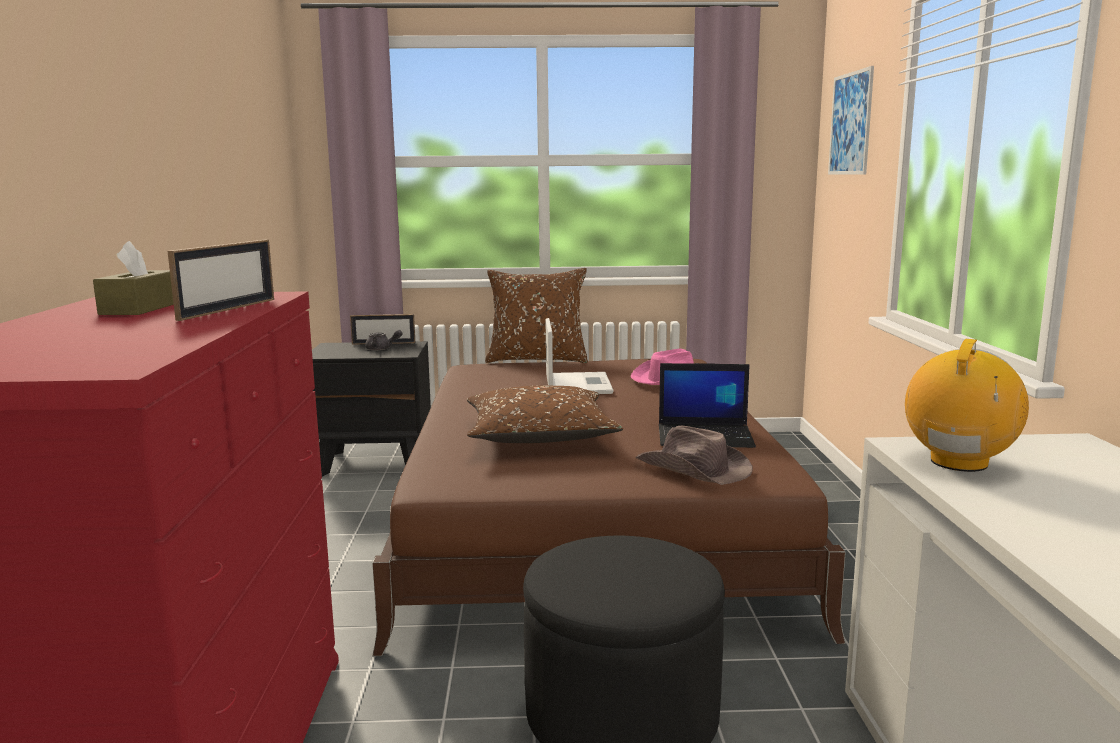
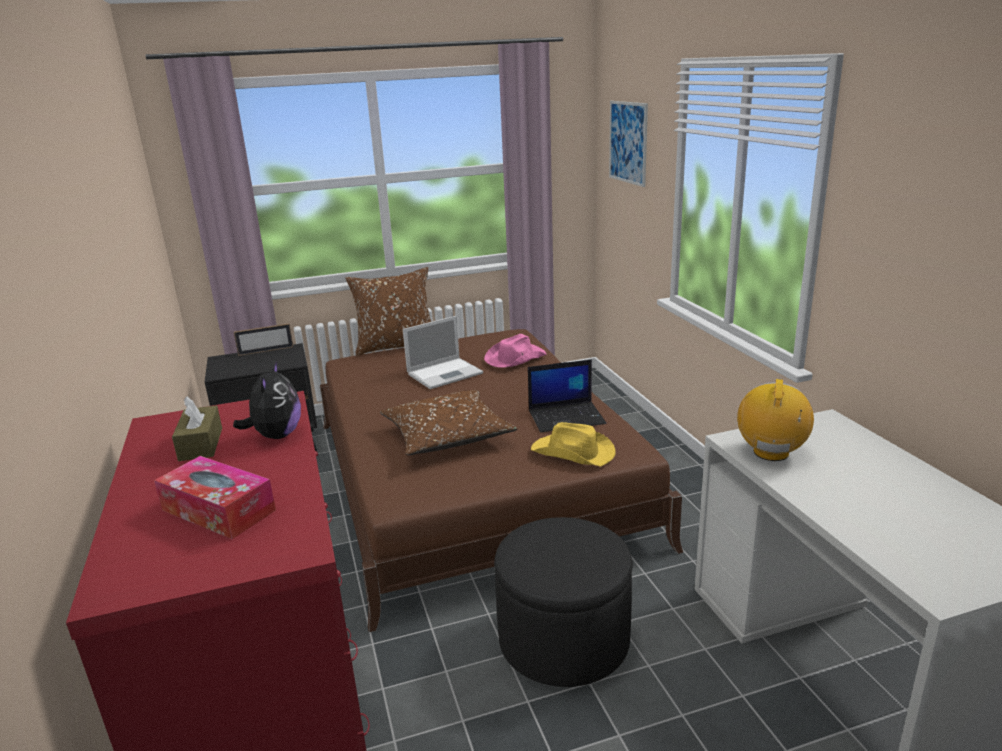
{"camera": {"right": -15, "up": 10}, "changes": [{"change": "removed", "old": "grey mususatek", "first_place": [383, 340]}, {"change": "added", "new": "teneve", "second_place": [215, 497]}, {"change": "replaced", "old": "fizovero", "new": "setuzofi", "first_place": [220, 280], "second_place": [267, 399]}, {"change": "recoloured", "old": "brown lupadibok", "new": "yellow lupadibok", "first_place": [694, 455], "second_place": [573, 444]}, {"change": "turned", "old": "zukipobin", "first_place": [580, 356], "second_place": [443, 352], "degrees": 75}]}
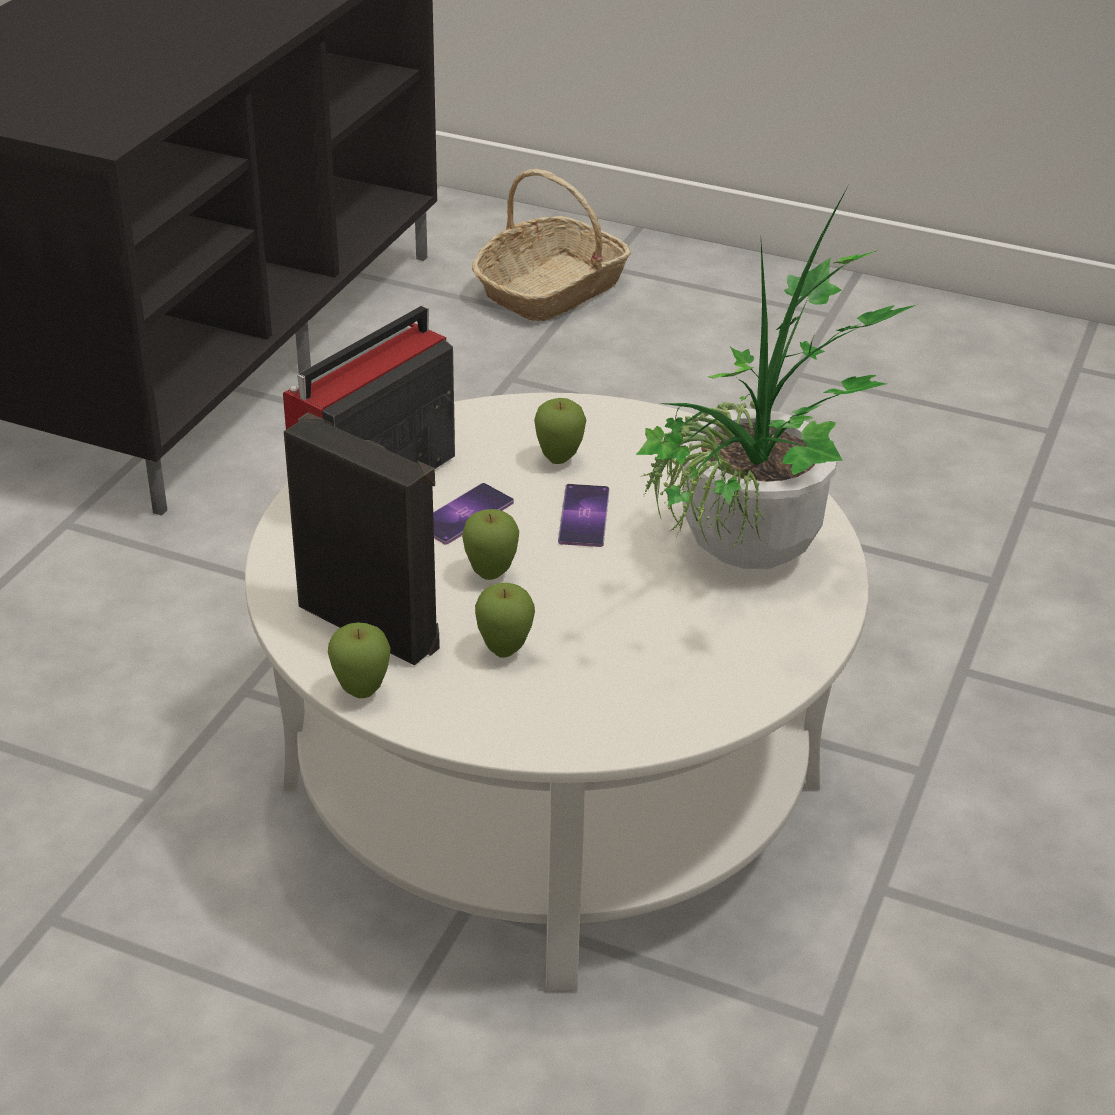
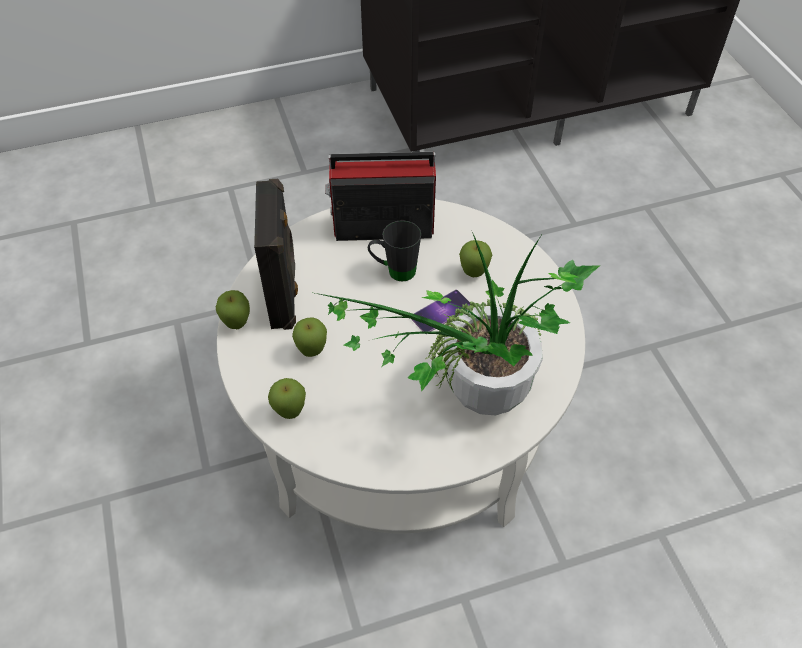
{"camera": {"right": 50, "up": 15}, "changes": [{"change": "removed", "old": "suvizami", "first_place": [551, 245]}, {"change": "moved", "old": "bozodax", "first_place": [490, 544], "second_place": [287, 398]}, {"change": "replaced", "old": "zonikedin", "new": "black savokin", "first_place": [473, 514], "second_place": [394, 251]}]}
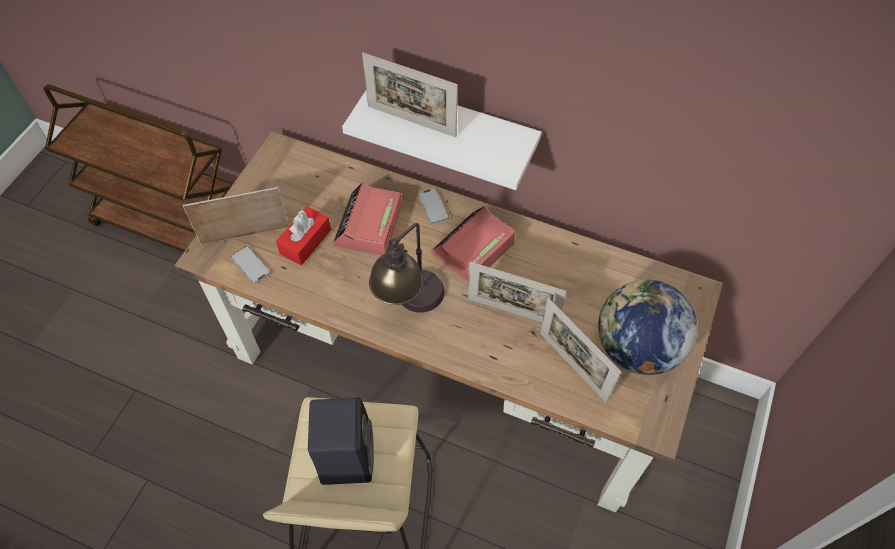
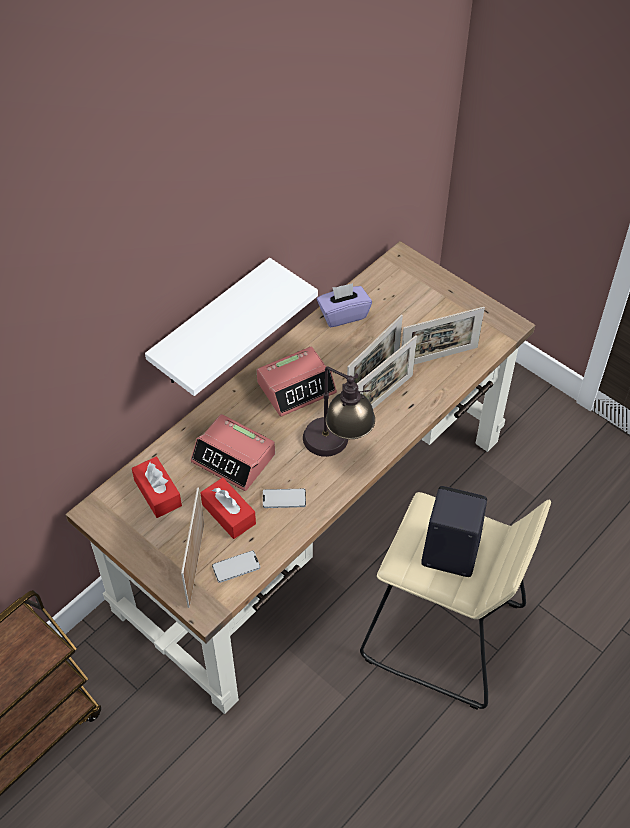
{"camera": {"right": -70, "up": -5}, "changes": [{"change": "removed", "old": "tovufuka", "first_place": [647, 327]}, {"change": "added", "new": "red teneve", "second_place": [157, 487]}, {"change": "added", "new": "purple teneve", "second_place": [344, 305]}, {"change": "moved", "old": "fizovero", "first_place": [410, 95], "second_place": [387, 372]}, {"change": "moved", "old": "zonikedin", "first_place": [433, 206], "second_place": [284, 498]}, {"change": "turned", "old": "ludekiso", "first_place": [473, 243], "second_place": [297, 382], "degrees": -90}]}
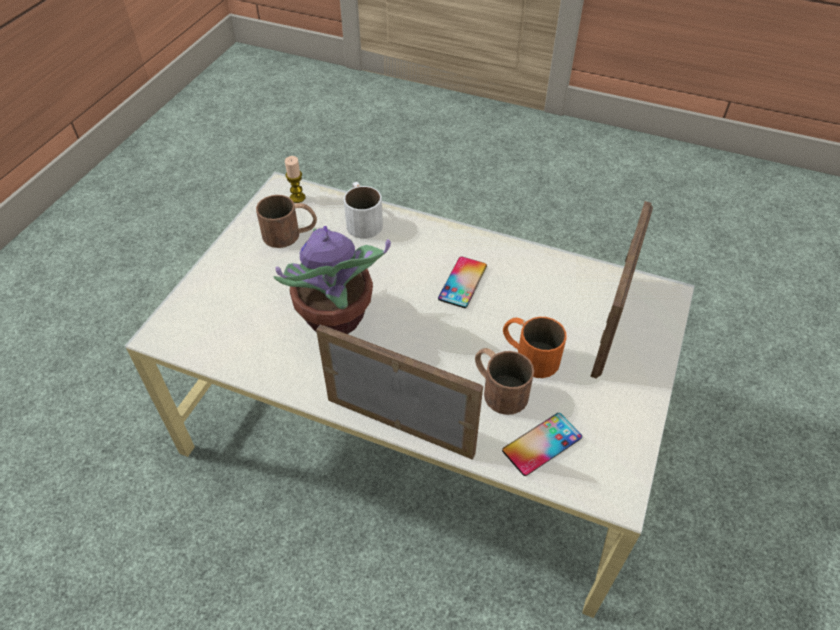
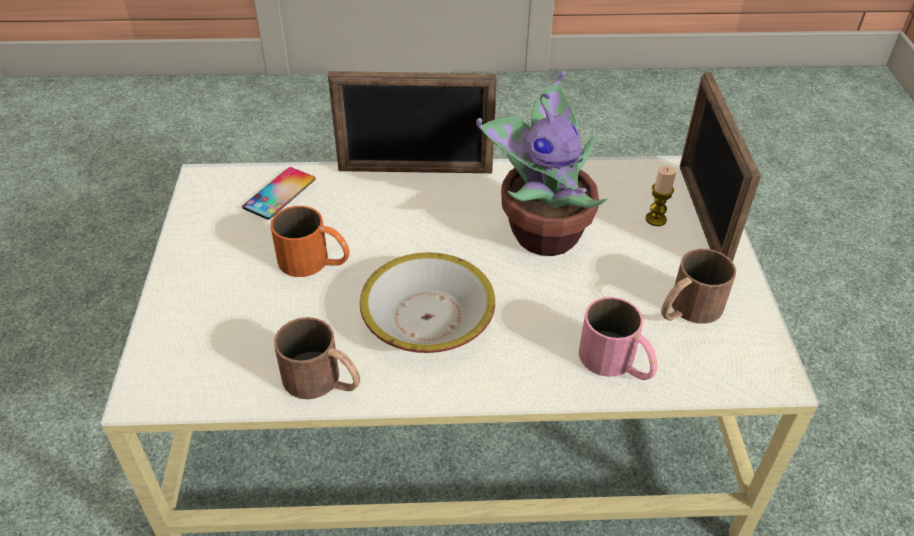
{"camera": {"right": 155, "up": -5}, "changes": [{"change": "moved", "old": "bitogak", "first_place": [295, 179], "second_place": [660, 196]}, {"change": "moved", "old": "brown savokin", "first_place": [504, 381], "second_place": [317, 358]}, {"change": "moved", "old": "fizovero", "first_place": [621, 290], "second_place": [720, 167]}, {"change": "replaced", "old": "zonikedin", "new": "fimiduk", "first_place": [462, 282], "second_place": [427, 302]}, {"change": "recoloured", "old": "white savokin", "new": "pink savokin", "first_place": [363, 210], "second_place": [618, 338]}]}
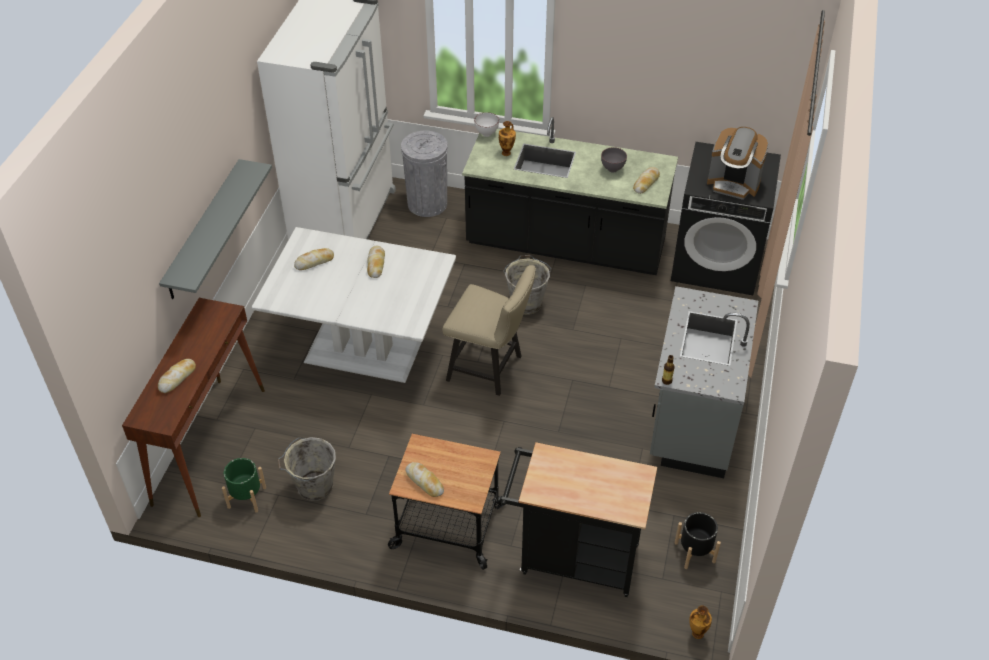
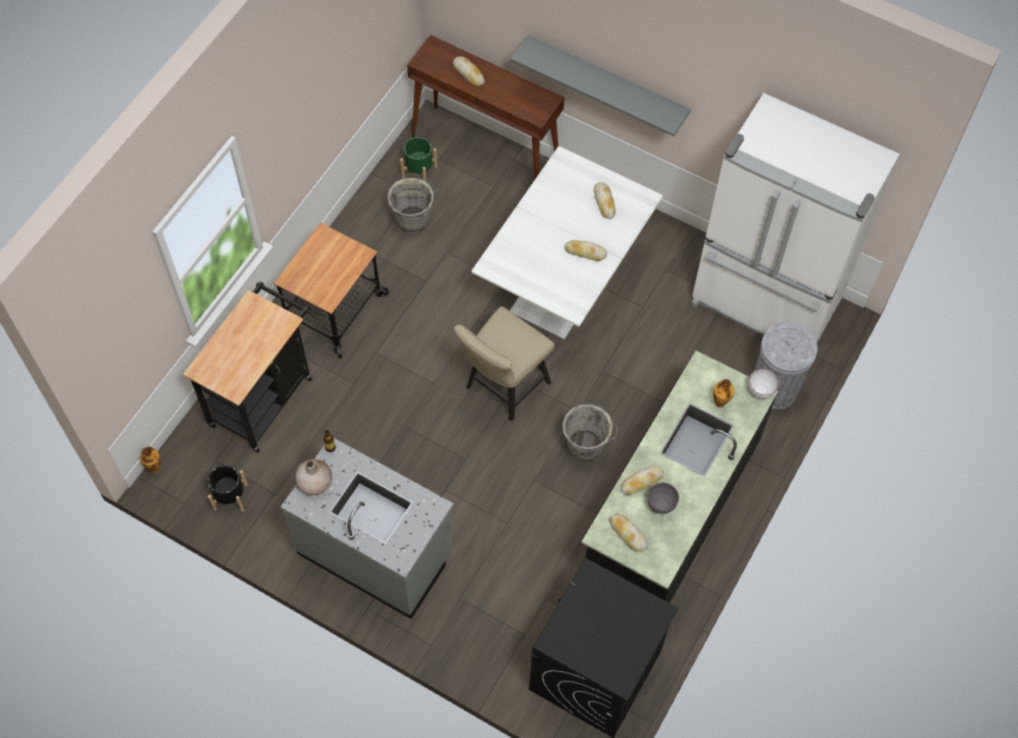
{"camera": {"right": 105, "up": 15}, "changes": [{"change": "removed", "old": "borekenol", "first_place": [738, 163]}, {"change": "added", "new": "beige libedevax", "second_place": [313, 477]}, {"change": "moved", "old": "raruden", "first_place": [425, 479], "second_place": [642, 480]}]}
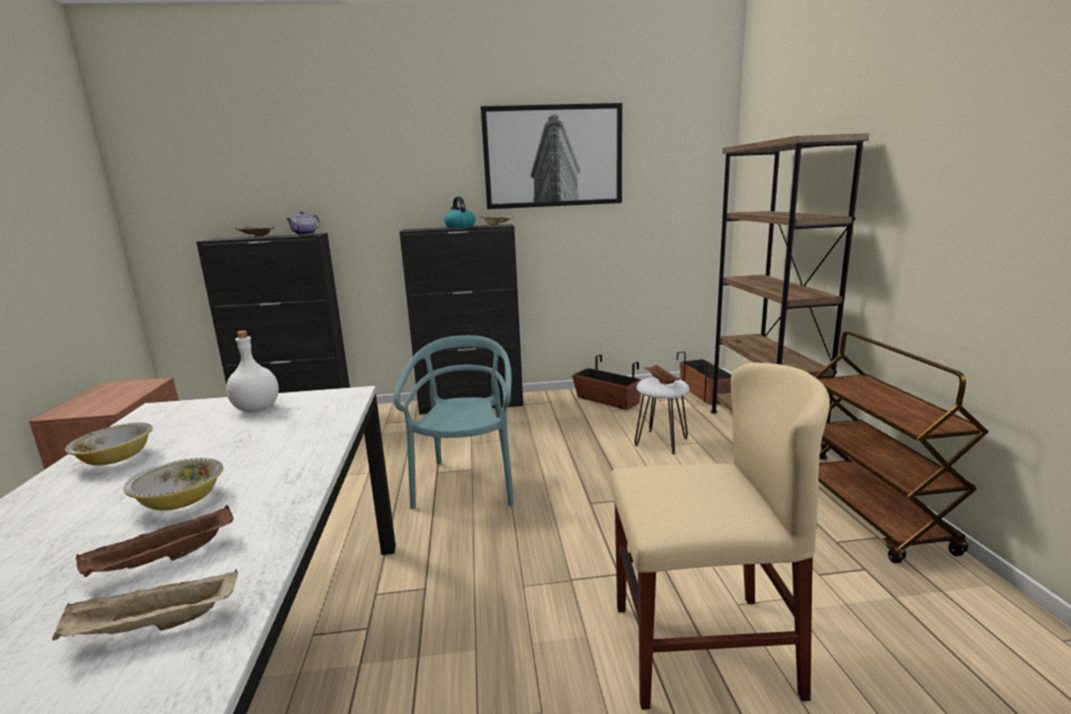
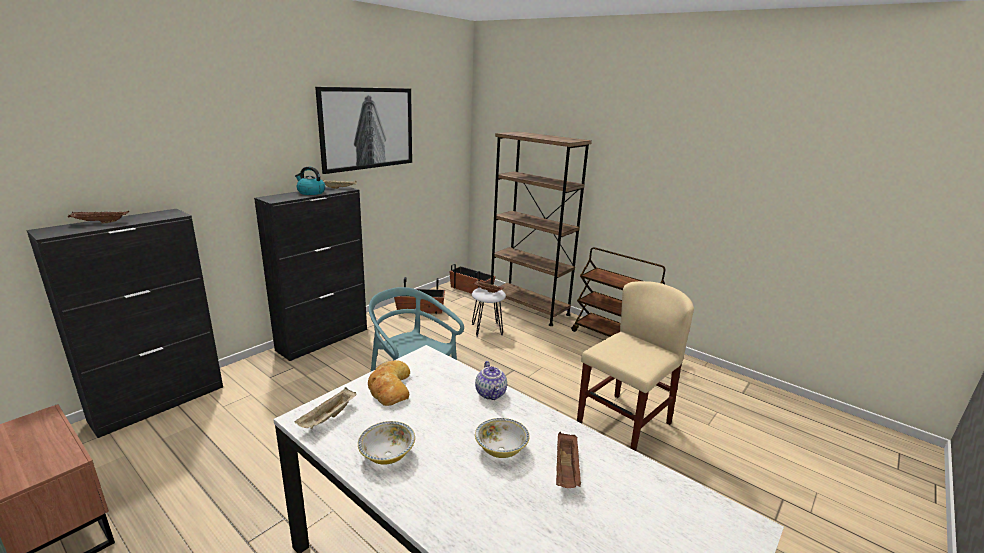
{"camera": {"right": -45, "up": 5}, "changes": [{"change": "moved", "old": "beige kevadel", "first_place": [145, 605], "second_place": [325, 408]}, {"change": "moved", "old": "mususatek", "first_place": [303, 223], "second_place": [491, 380]}, {"change": "replaced", "old": "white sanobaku", "new": "raruden", "first_place": [252, 371], "second_place": [389, 383]}]}
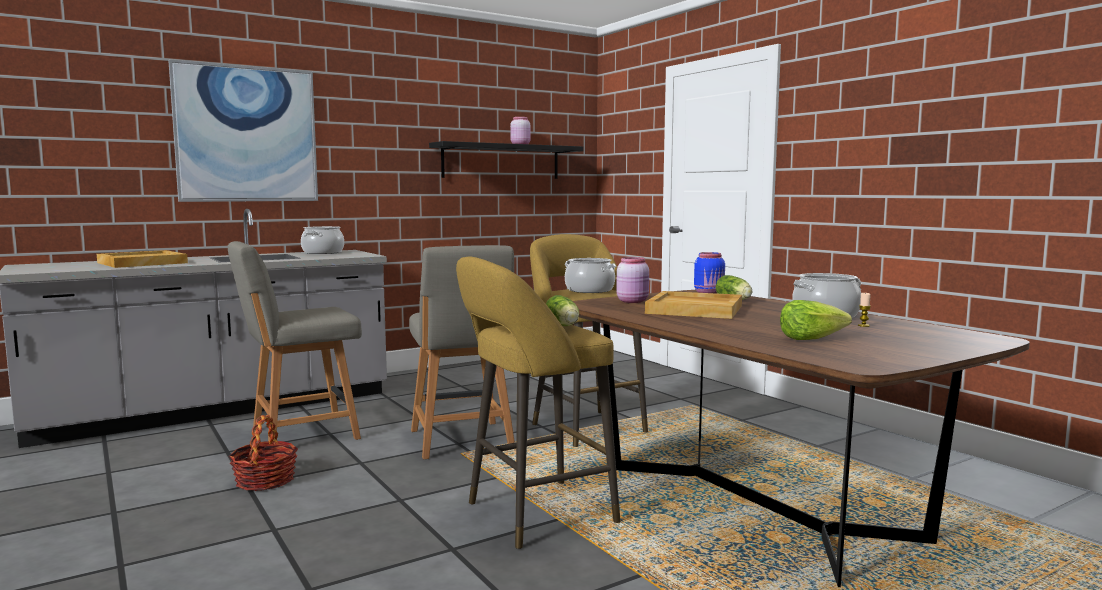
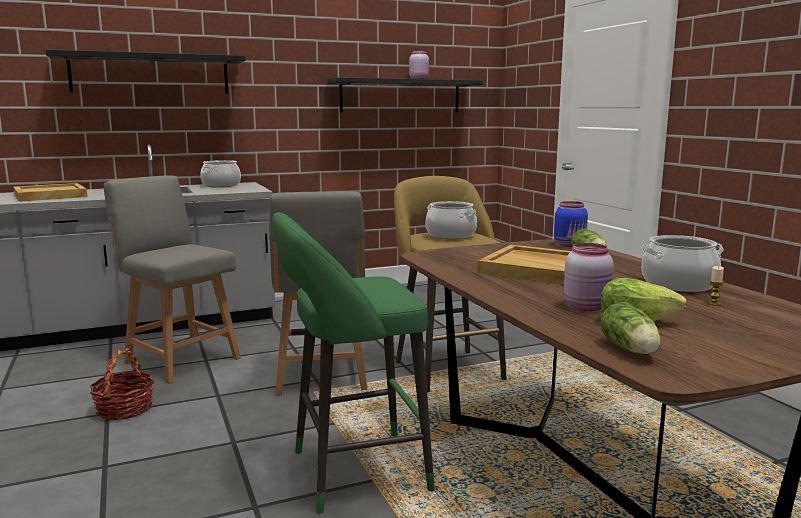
{"camera": {"right": 10, "up": 5}, "changes": [{"change": "moved", "old": "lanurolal", "first_place": [562, 310], "second_place": [631, 328]}, {"change": "moved", "old": "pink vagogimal", "first_place": [632, 280], "second_place": [588, 277]}, {"change": "replaced", "old": "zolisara", "new": "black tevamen", "first_place": [243, 131], "second_place": [146, 71]}, {"change": "recoloured", "old": "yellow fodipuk", "new": "green fodipuk", "first_place": [538, 403], "second_place": [353, 363]}, {"change": "turned", "old": "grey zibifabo", "first_place": [295, 341], "second_place": [172, 279], "degrees": 60}]}
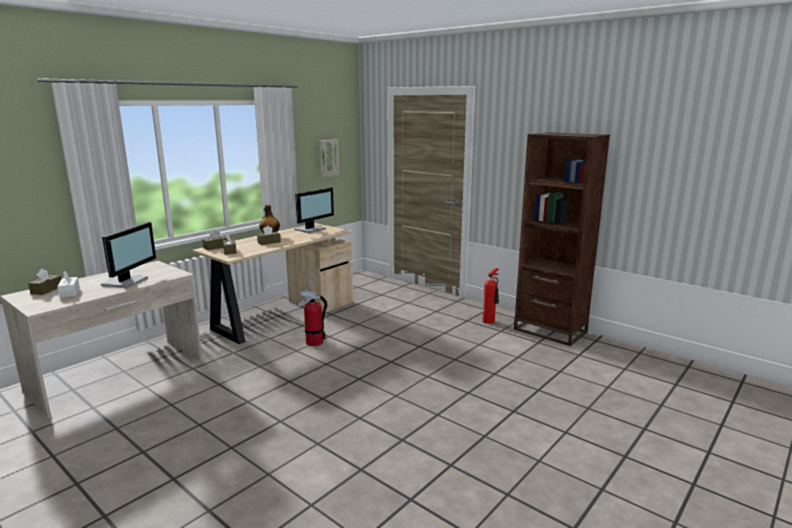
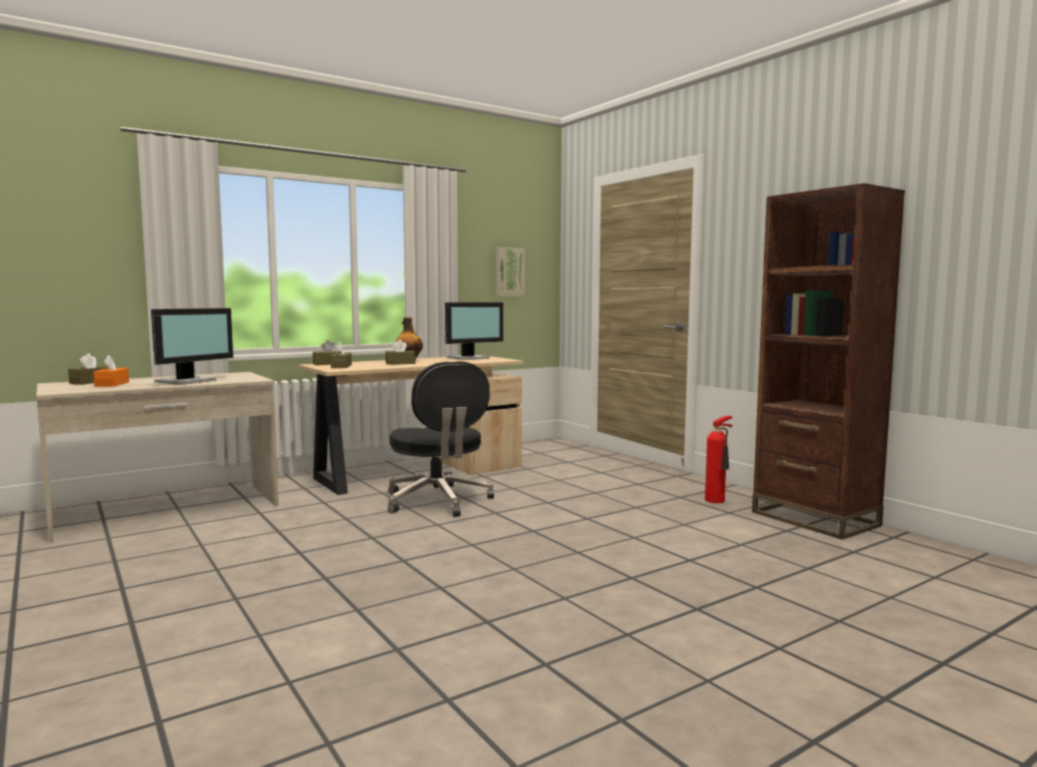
{"camera": {"right": 15, "up": -10}, "changes": [{"change": "replaced", "old": "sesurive", "new": "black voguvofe", "first_place": [313, 316], "second_place": [441, 439]}, {"change": "recoloured", "old": "white teneve", "new": "orange teneve", "first_place": [68, 284], "second_place": [111, 371]}]}
